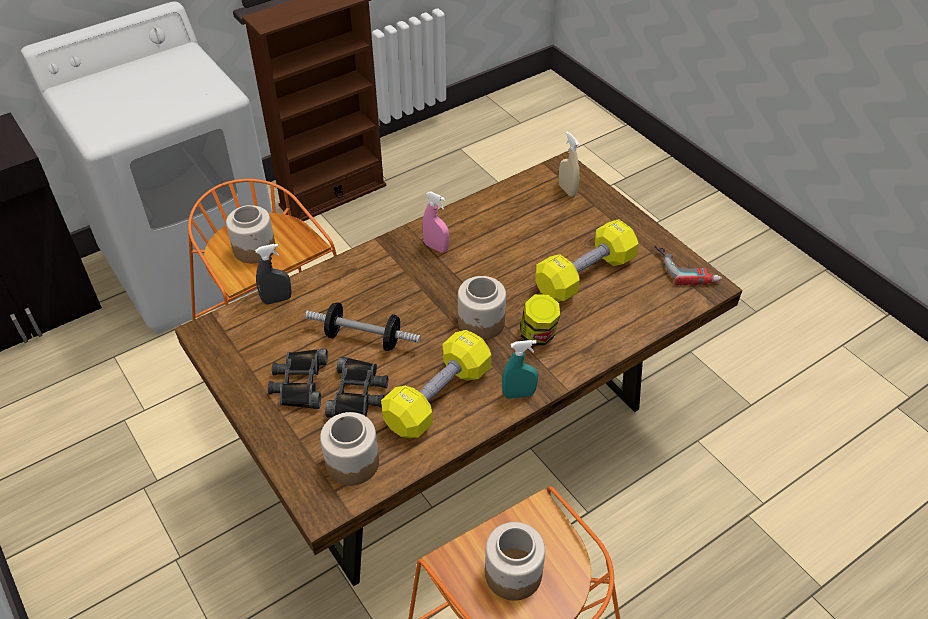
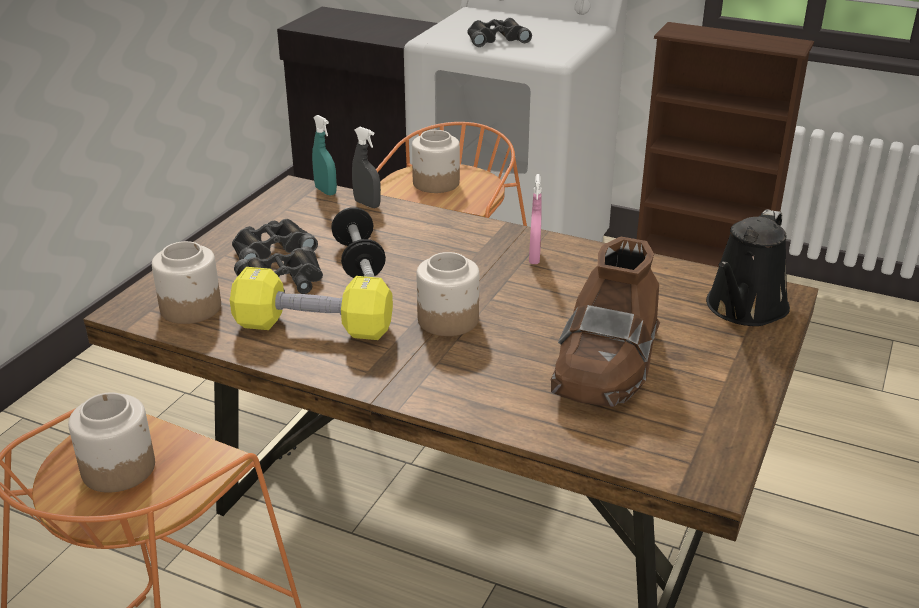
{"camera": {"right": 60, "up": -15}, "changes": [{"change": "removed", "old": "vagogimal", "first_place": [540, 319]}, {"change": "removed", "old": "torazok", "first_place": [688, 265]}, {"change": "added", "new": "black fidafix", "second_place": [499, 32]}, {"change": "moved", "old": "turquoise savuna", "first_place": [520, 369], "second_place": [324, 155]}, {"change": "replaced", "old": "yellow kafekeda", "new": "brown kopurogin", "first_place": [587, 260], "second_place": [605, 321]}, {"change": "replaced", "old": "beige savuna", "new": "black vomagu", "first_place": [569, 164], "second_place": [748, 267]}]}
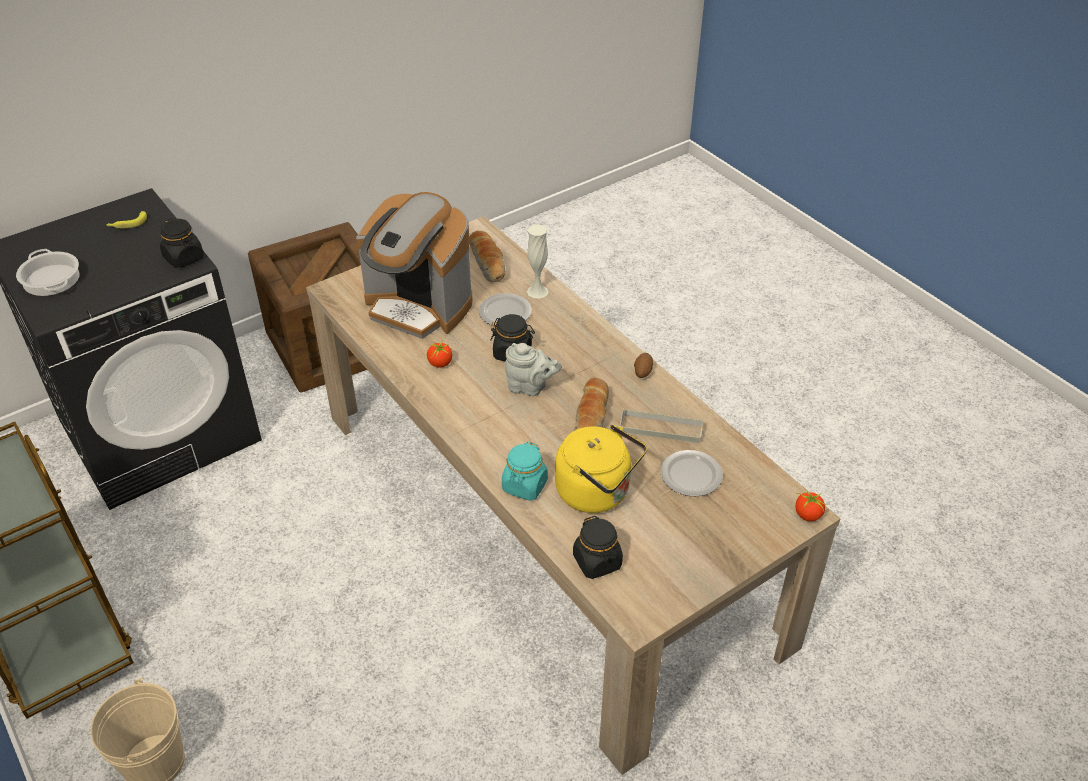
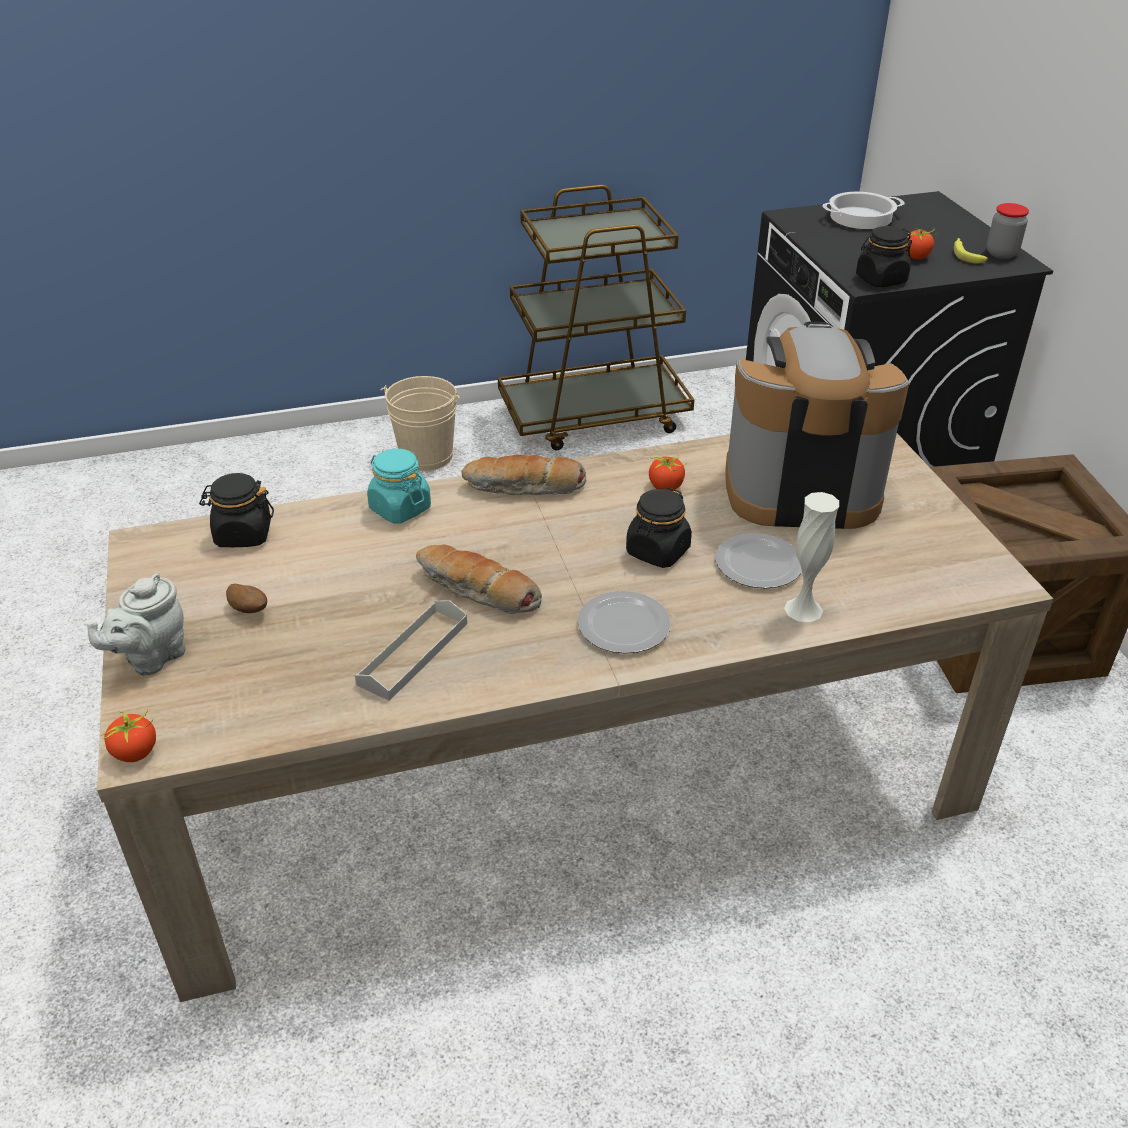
{"camera": {"right": 110, "up": -5}, "changes": [{"change": "removed", "old": "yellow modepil", "first_place": [601, 468]}, {"change": "added", "new": "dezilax", "second_place": [922, 243]}, {"change": "added", "new": "vagogimal", "second_place": [1008, 231]}, {"change": "moved", "old": "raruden", "first_place": [487, 257], "second_place": [524, 474]}, {"change": "moved", "old": "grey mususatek", "first_place": [533, 369], "second_place": [136, 624]}, {"change": "moved", "old": "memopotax", "first_place": [643, 365], "second_place": [246, 598]}, {"change": "moved", "old": "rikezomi", "first_place": [692, 473], "second_place": [624, 622]}, {"change": "turned", "old": "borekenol", "first_place": [414, 265], "second_place": [817, 425], "degrees": 45}]}
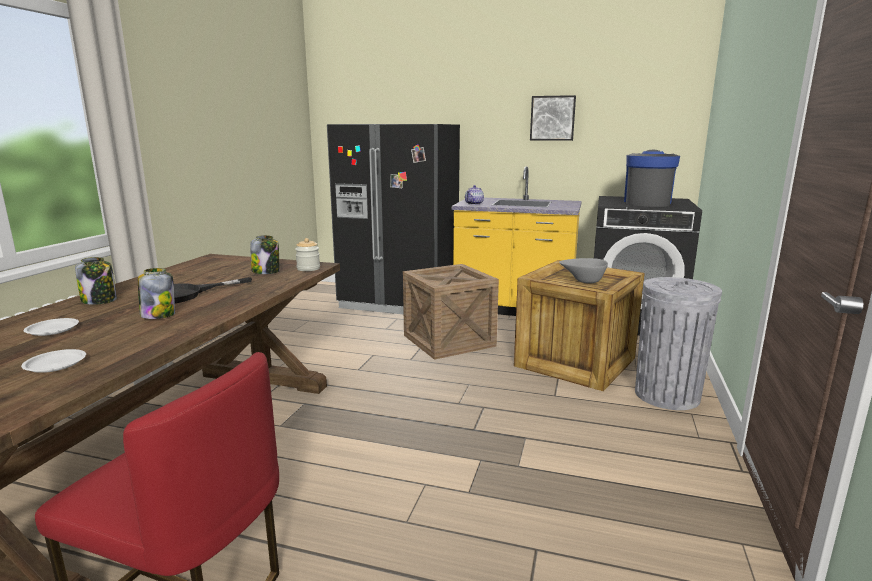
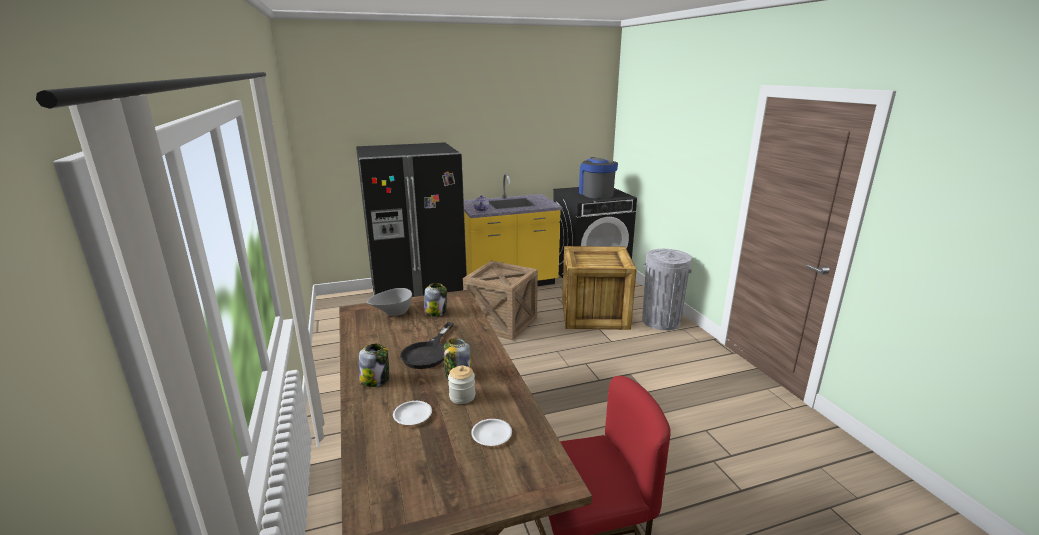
{"camera": {"right": -35, "up": 5}, "changes": [{"change": "removed", "old": "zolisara", "first_place": [553, 118]}, {"change": "moved", "old": "vagogimal", "first_place": [307, 254], "second_place": [461, 385]}, {"change": "moved", "old": "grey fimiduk", "first_place": [583, 270], "second_place": [389, 302]}]}
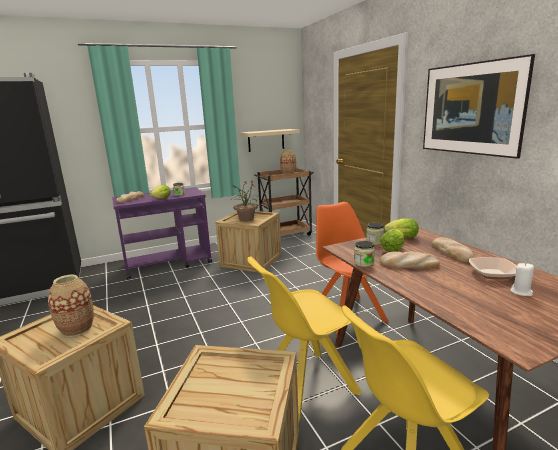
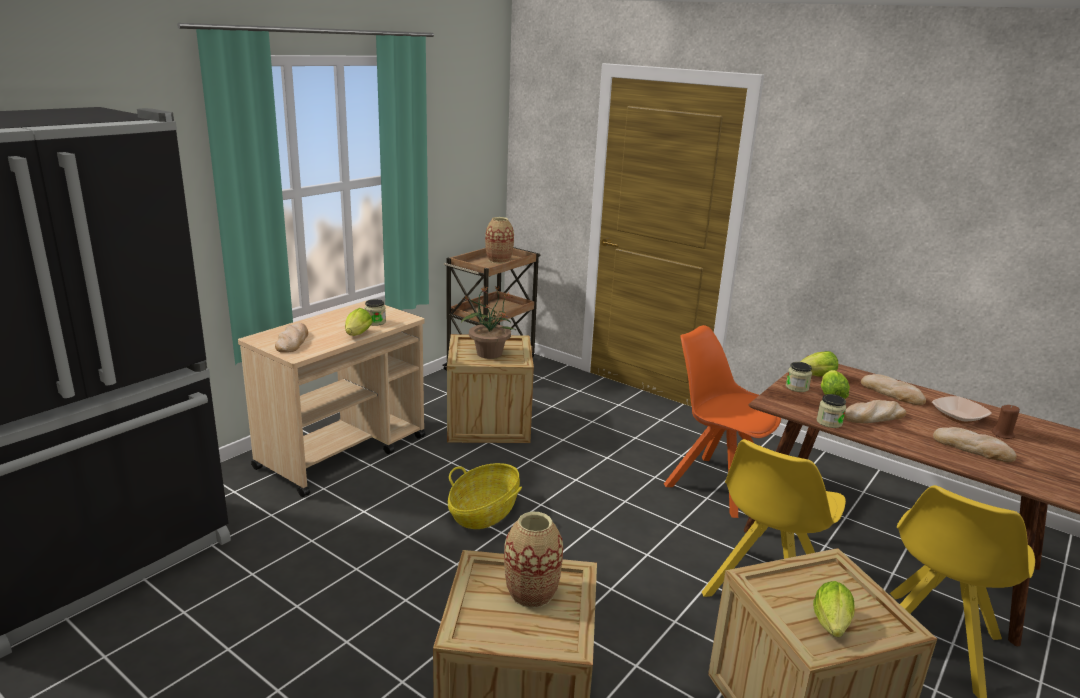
{"camera": {"right": -30, "up": 5}, "changes": [{"change": "removed", "old": "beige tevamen", "first_place": [270, 140]}, {"change": "removed", "old": "zolisara", "first_place": [479, 106]}, {"change": "added", "new": "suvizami", "second_place": [485, 496]}, {"change": "added", "new": "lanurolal", "second_place": [834, 609]}, {"change": "added", "new": "raruden", "second_place": [975, 444]}, {"change": "recoloured", "old": "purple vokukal", "new": "beige vokukal", "first_place": [162, 233], "second_place": [331, 398]}, {"change": "recoloured", "old": "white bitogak", "new": "brown bitogak", "first_place": [522, 279], "second_place": [1006, 422]}]}
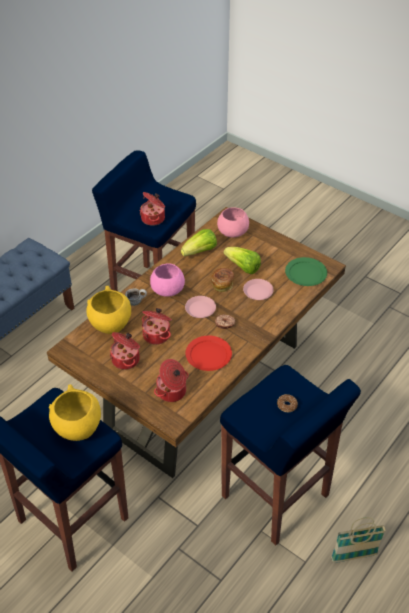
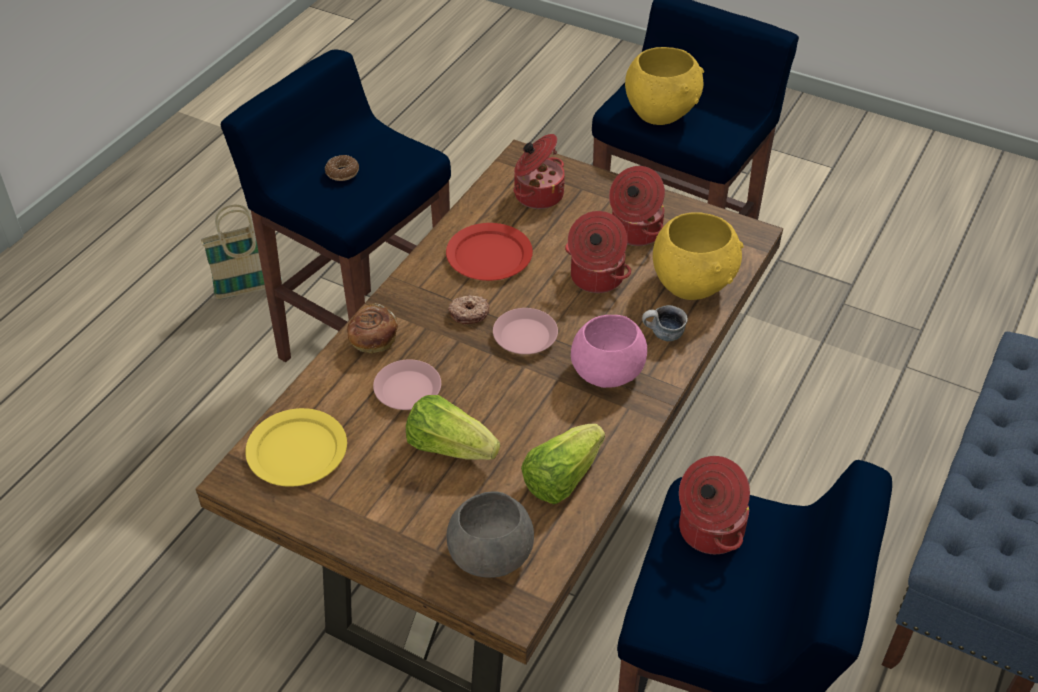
{"camera": {"right": 170, "up": 0}, "changes": [{"change": "moved", "old": "raruden", "first_place": [222, 280], "second_place": [372, 328]}, {"change": "recoloured", "old": "pink fimiduk", "new": "grey fimiduk", "first_place": [233, 222], "second_place": [490, 534]}, {"change": "recoloured", "old": "green rikezomi", "new": "yellow rikezomi", "first_place": [306, 271], "second_place": [296, 447]}]}
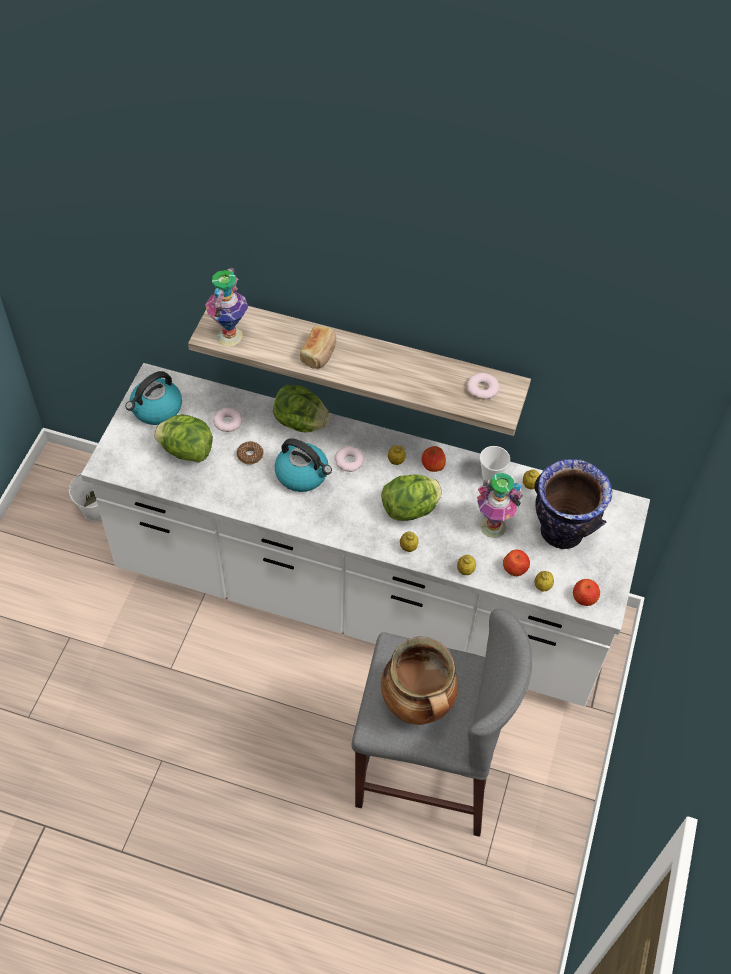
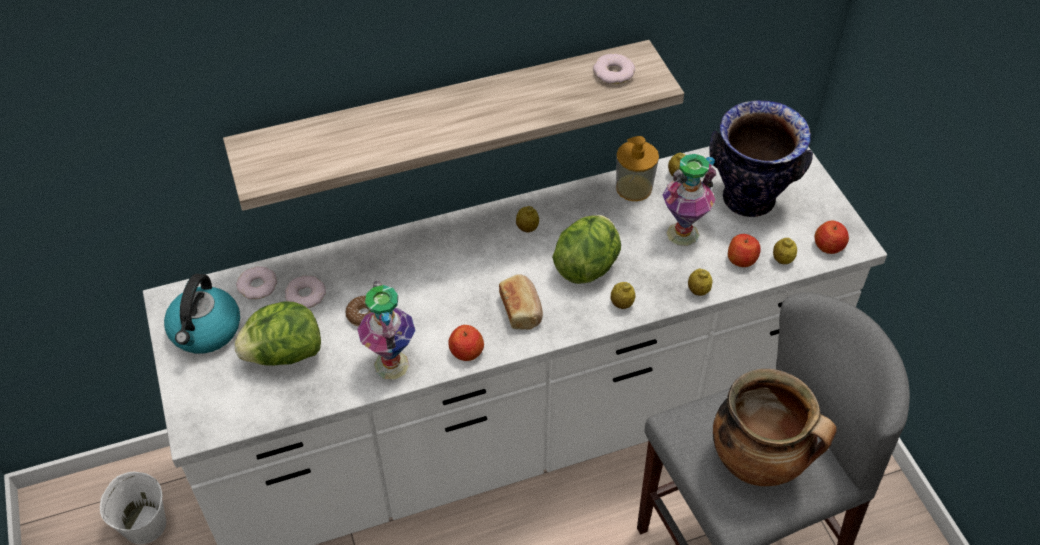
{"camera": {"right": -35, "up": -5}, "changes": [{"change": "removed", "old": "lanurolal", "first_place": [302, 409]}, {"change": "removed", "old": "modepil", "first_place": [303, 465]}, {"change": "moved", "old": "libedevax", "first_place": [226, 306], "second_place": [386, 329]}, {"change": "moved", "old": "raruden", "first_place": [318, 347], "second_place": [521, 301]}, {"change": "moved", "old": "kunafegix", "first_place": [350, 459], "second_place": [256, 282]}, {"change": "moved", "old": "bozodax", "first_place": [434, 459], "second_place": [466, 343]}, {"change": "replaced", "old": "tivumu", "new": "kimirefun", "first_place": [495, 463], "second_place": [637, 168]}]}
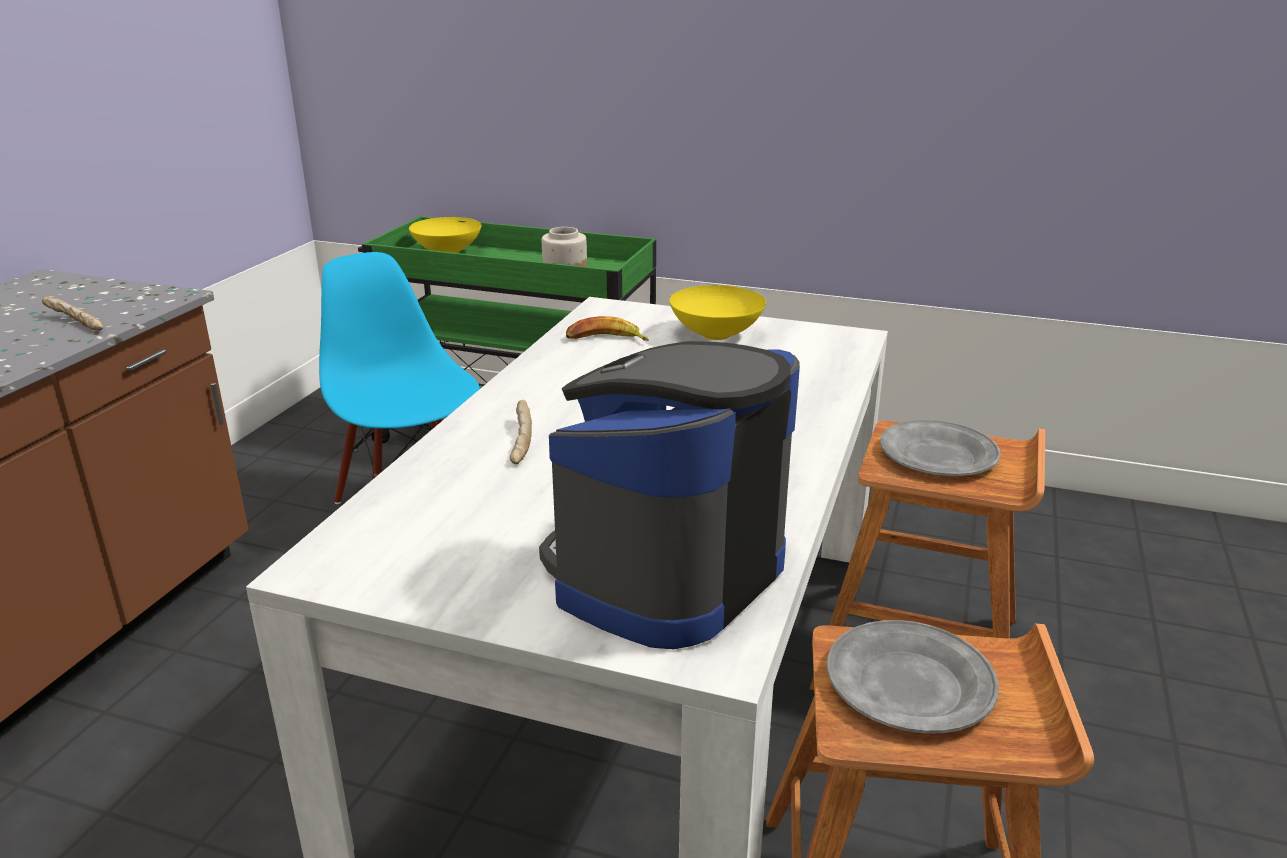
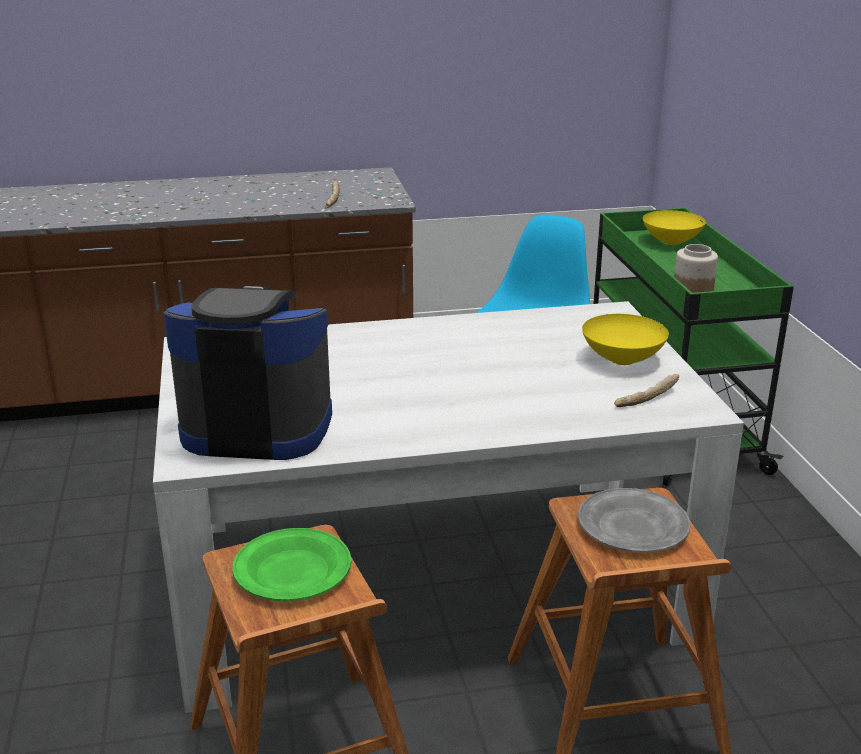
{"camera": {"right": 60, "up": 0}, "changes": [{"change": "removed", "old": "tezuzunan", "first_place": [607, 328]}, {"change": "moved", "old": "raruden", "first_place": [521, 432], "second_place": [646, 390]}, {"change": "recoloured", "old": "grey rikezomi", "new": "green rikezomi", "first_place": [913, 677], "second_place": [292, 564]}]}
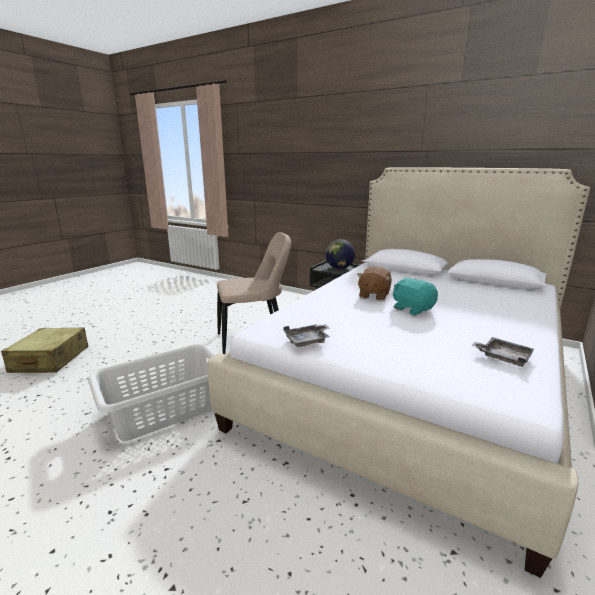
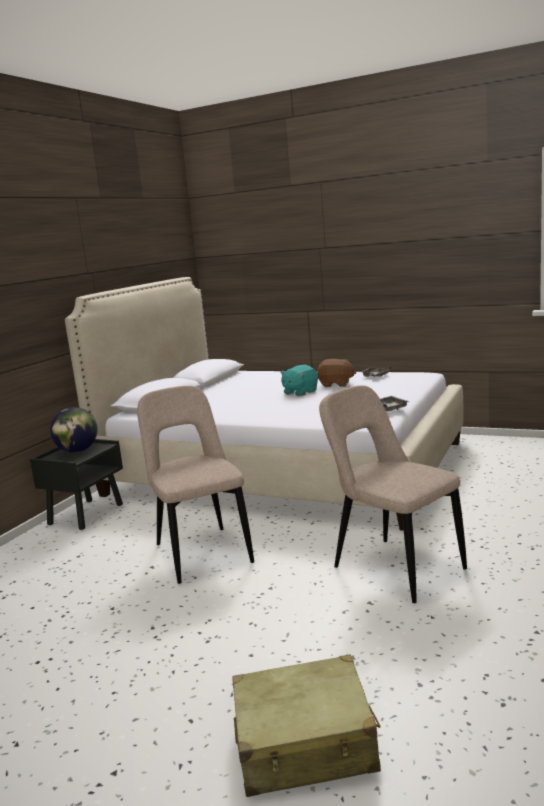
{"camera": {"right": -95, "up": -5}, "changes": [{"change": "moved", "old": "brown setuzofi", "first_place": [374, 283], "second_place": [336, 373]}, {"change": "replaced", "old": "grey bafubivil", "new": "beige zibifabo", "first_place": [152, 392], "second_place": [393, 494]}]}
